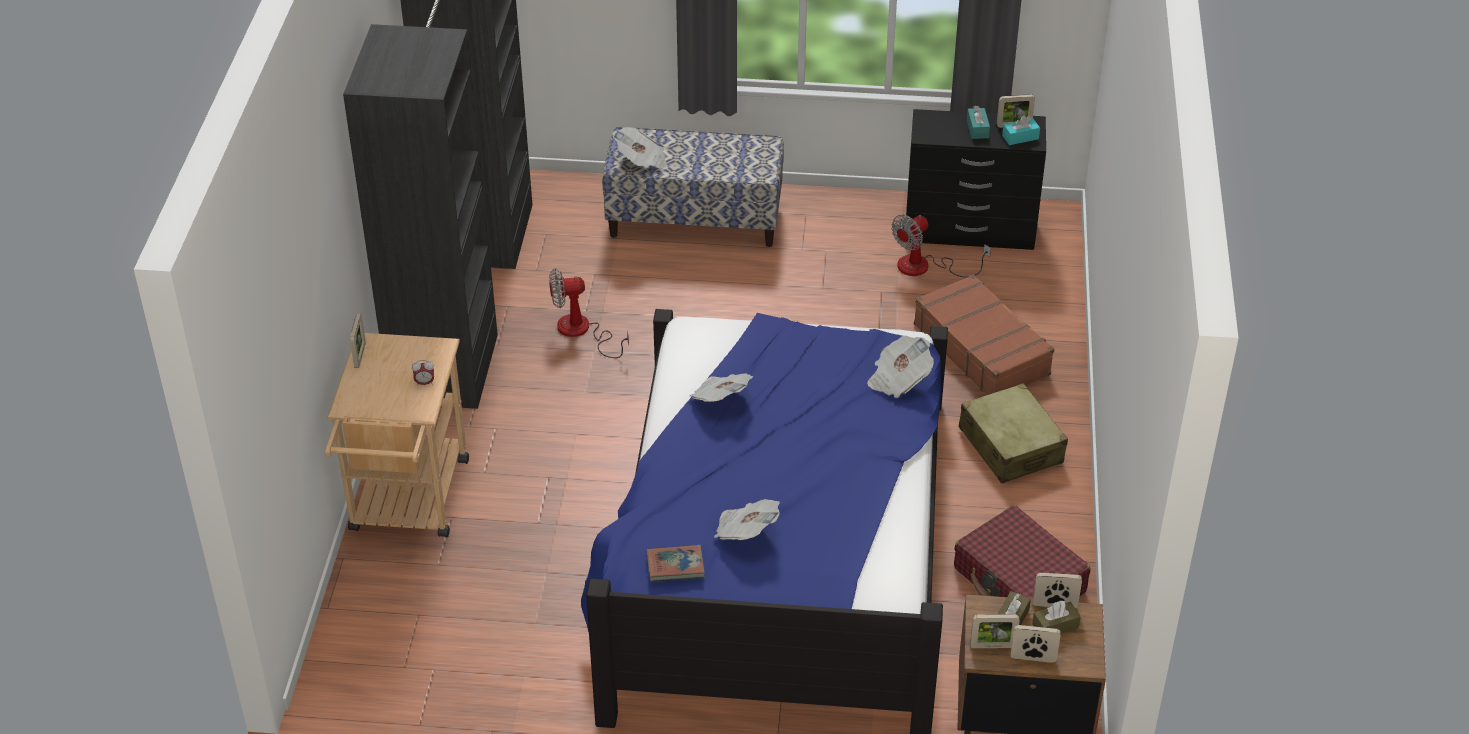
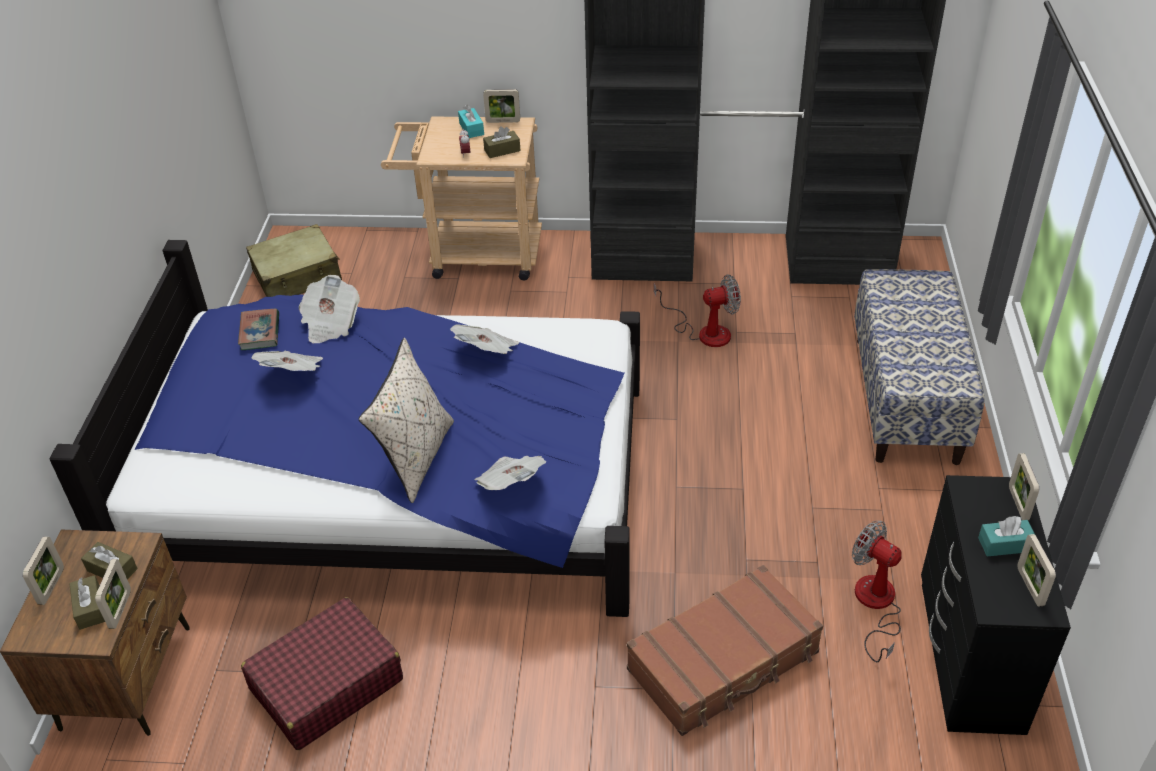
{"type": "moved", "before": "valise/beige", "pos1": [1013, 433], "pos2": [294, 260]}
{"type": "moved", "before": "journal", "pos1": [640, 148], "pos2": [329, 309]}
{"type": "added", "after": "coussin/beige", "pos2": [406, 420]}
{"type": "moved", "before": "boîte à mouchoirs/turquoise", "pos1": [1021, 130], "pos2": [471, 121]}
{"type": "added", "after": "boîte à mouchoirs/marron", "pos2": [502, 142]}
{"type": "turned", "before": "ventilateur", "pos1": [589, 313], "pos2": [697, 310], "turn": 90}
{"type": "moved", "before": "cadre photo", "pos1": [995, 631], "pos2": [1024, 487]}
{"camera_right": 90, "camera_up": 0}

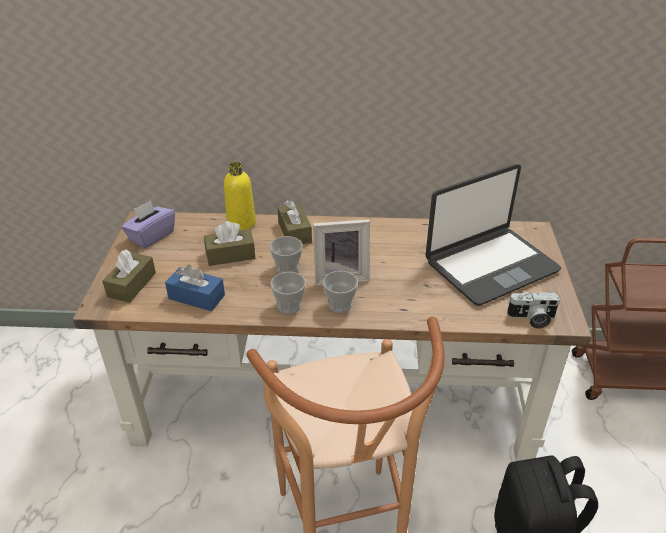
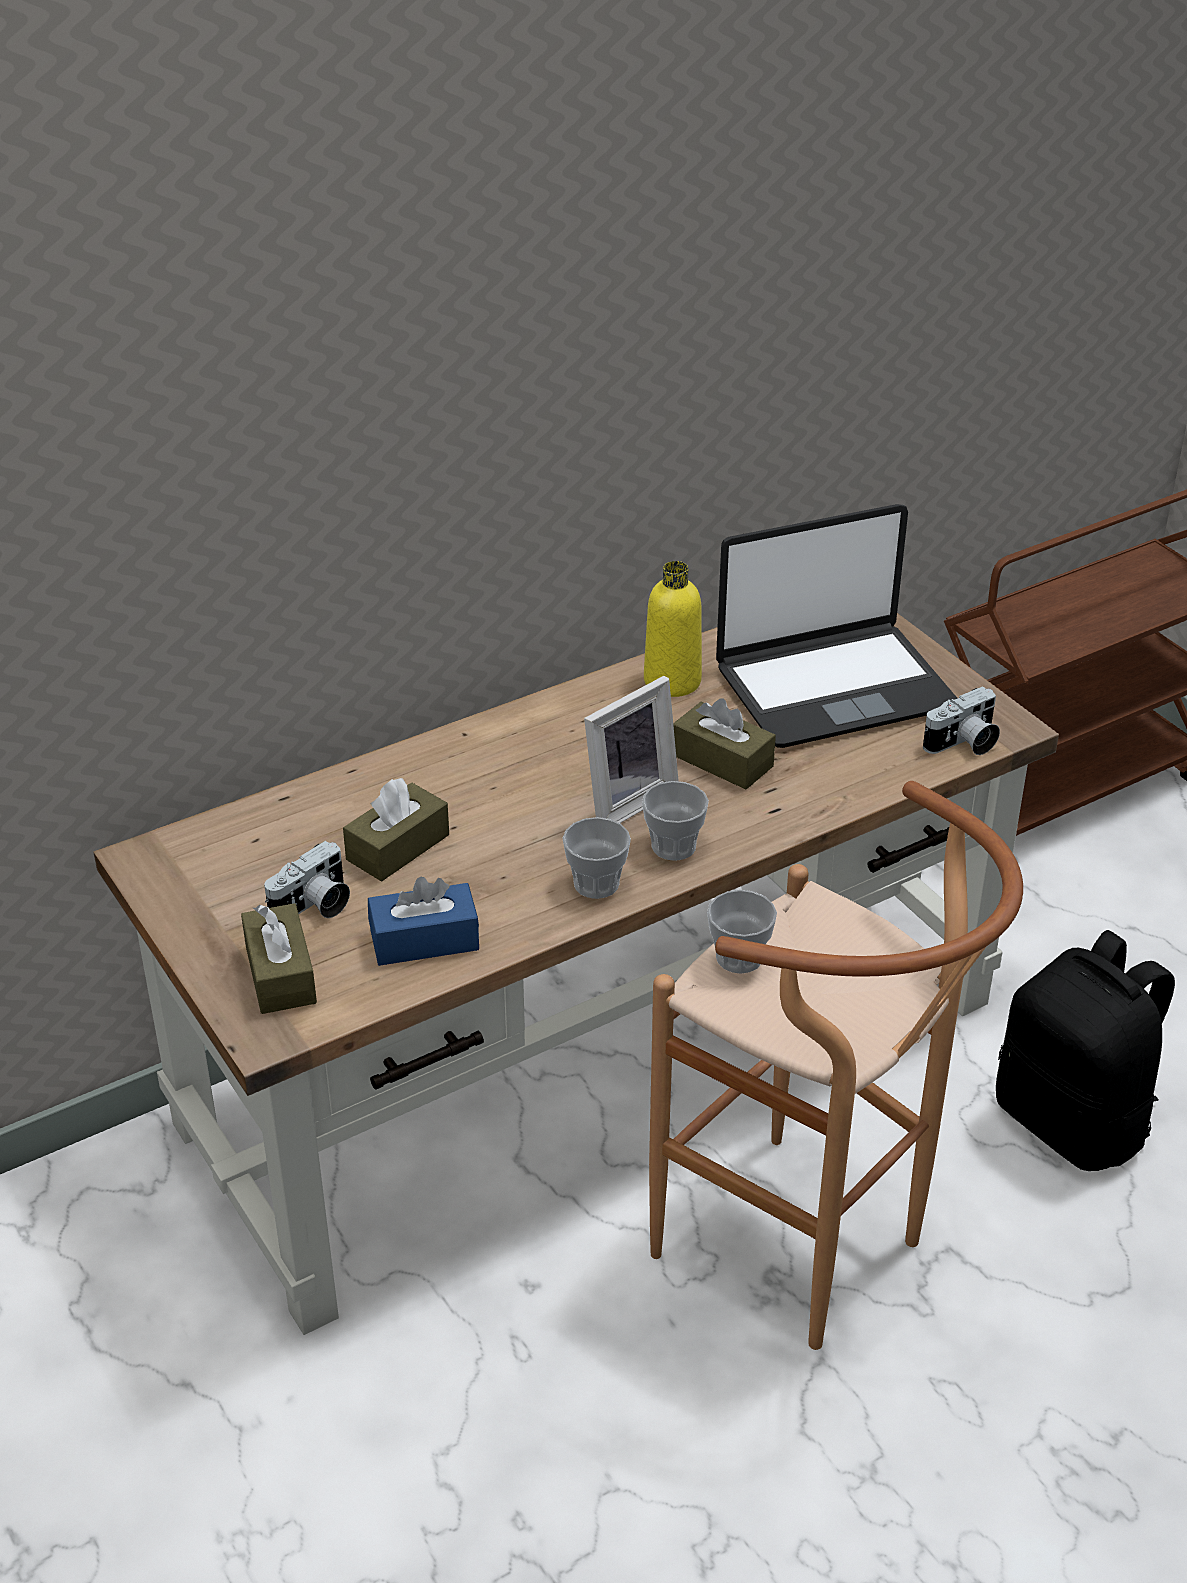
{"type": "added", "after": "appareil photo", "pos2": [307, 879]}
{"type": "moved", "before": "bouteille/jaune", "pos1": [240, 196], "pos2": [673, 629]}
{"type": "moved", "before": "boîte à mouchoirs/marron", "pos1": [294, 222], "pos2": [724, 743]}
{"type": "moved", "before": "tasse", "pos1": [286, 254], "pos2": [742, 932]}
{"type": "turned", "before": "ordinateur portable", "pos1": [493, 235], "pos2": [837, 626], "turn": 45}
{"type": "removed", "before": "boîte à mouchoirs/violet", "pos1": [148, 224]}
{"camera_right": -35, "camera_up": 0}

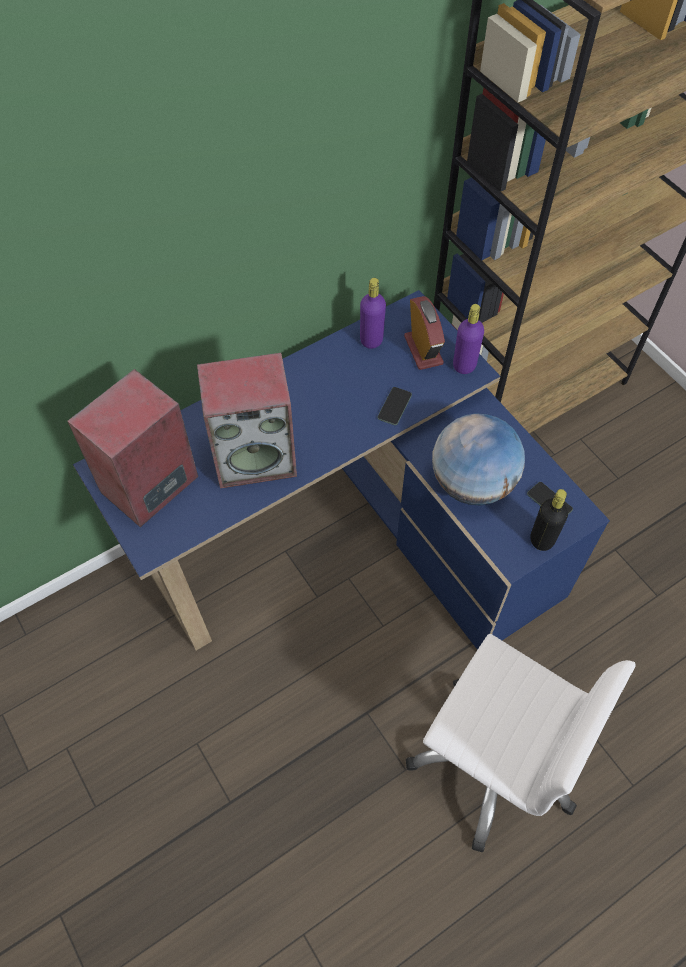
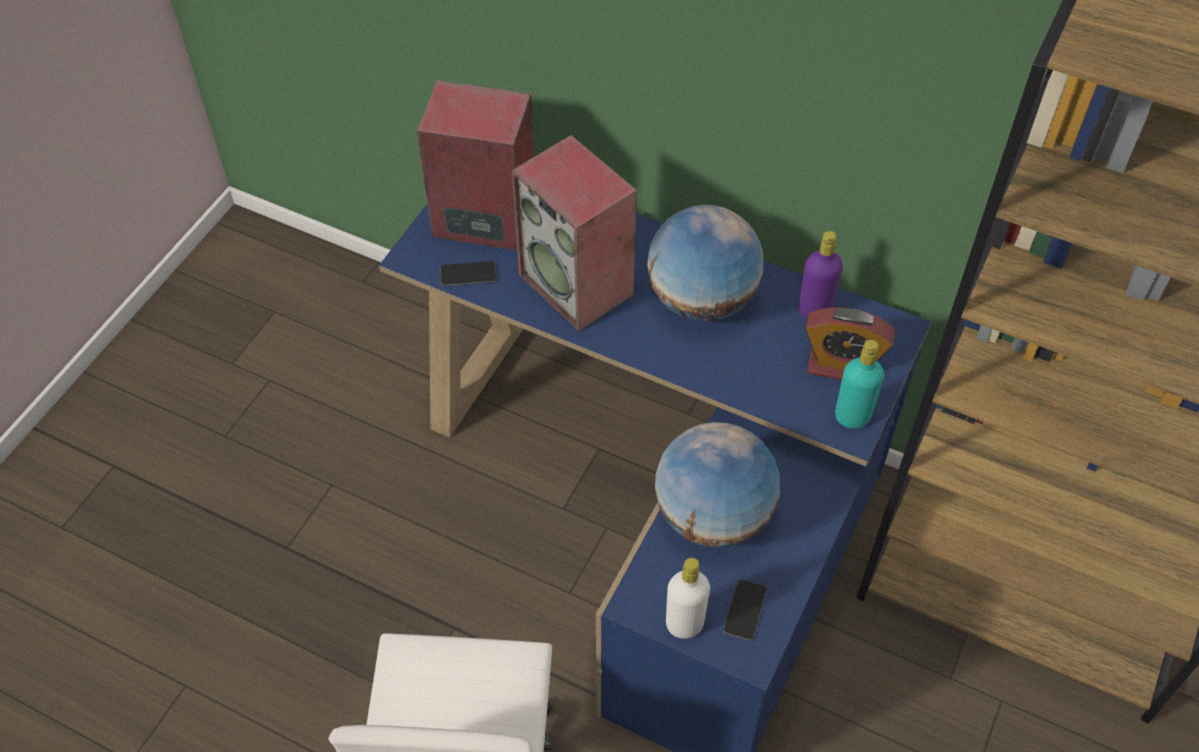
{"type": "moved", "before": "téléphone", "pos1": [394, 406], "pos2": [468, 274]}
{"type": "added", "after": "globe", "pos2": [705, 263]}
{"type": "recoloured", "before": "bouteille/noir", "after": "bouteille/blanc", "pos1": [549, 520], "pos2": [688, 598]}
{"type": "turned", "before": "réveil", "pos1": [424, 333], "pos2": [850, 343], "turn": 60}
{"type": "recoloured", "before": "bouteille/violet", "after": "bouteille/turquoise", "pos1": [468, 339], "pos2": [859, 384]}
{"camera_right": 60, "camera_up": -5}

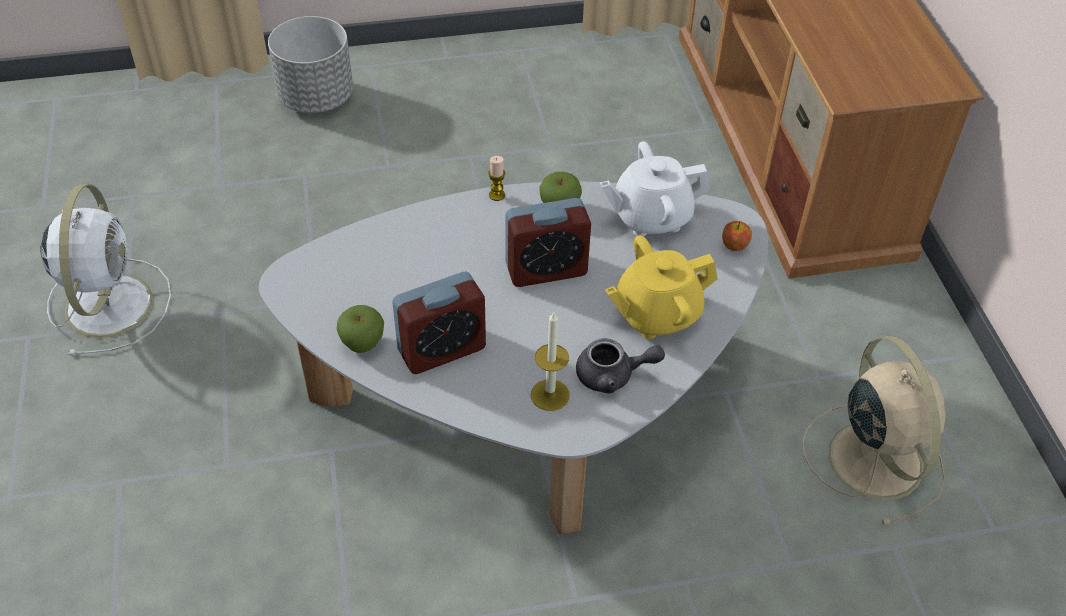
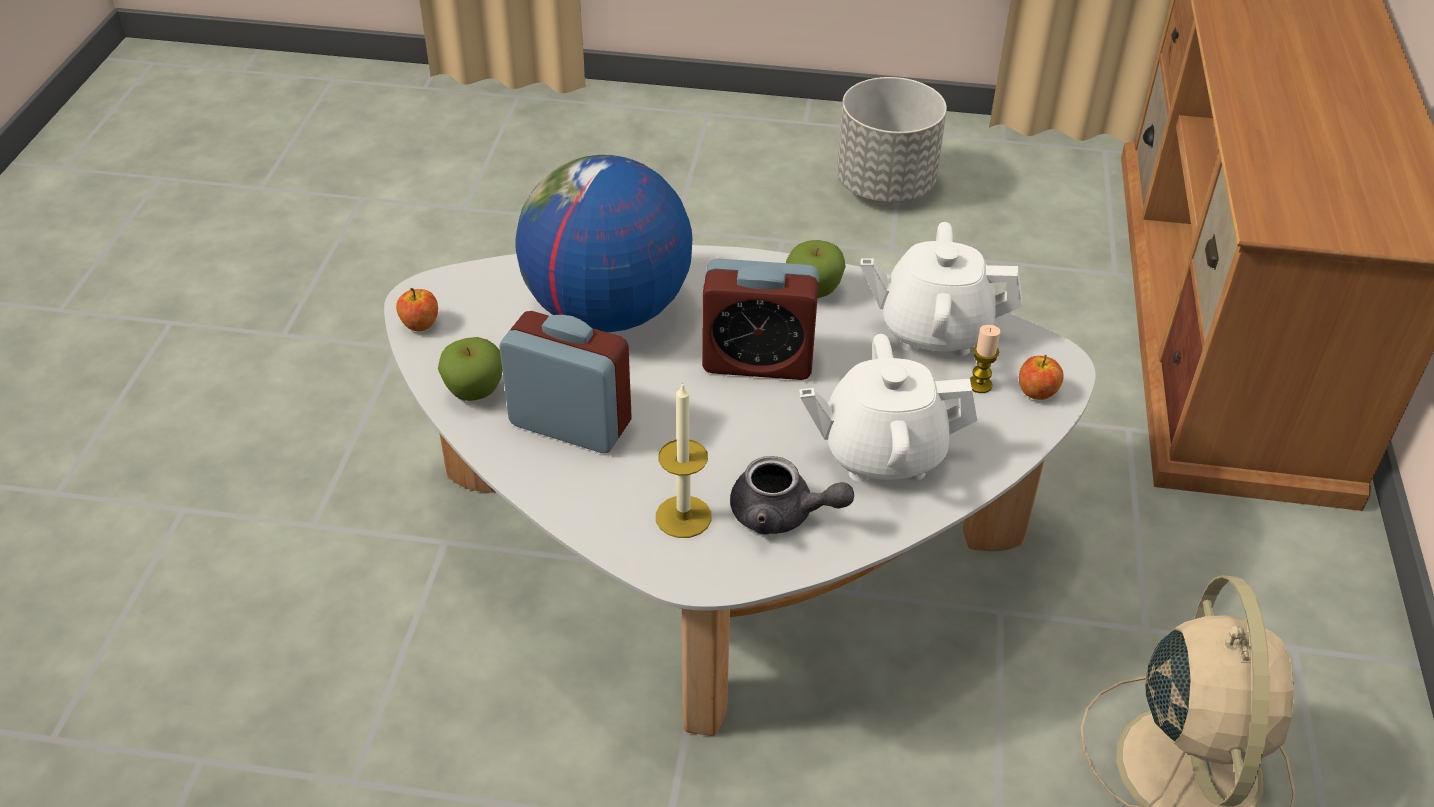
{"type": "added", "after": "pomme", "pos2": [417, 310]}
{"type": "turned", "before": "réveil", "pos1": [439, 323], "pos2": [565, 382], "turn": -150}
{"type": "added", "after": "globe", "pos2": [603, 243]}
{"type": "recoloured", "before": "théière/jaune", "after": "théière/blanc", "pos1": [661, 287], "pos2": [888, 408]}
{"type": "moved", "before": "cache-pot/gris", "pos1": [310, 64], "pos2": [892, 139]}
{"type": "moved", "before": "bougie", "pos1": [497, 178], "pos2": [985, 359]}
{"type": "removed", "before": "ventilateur/blanc", "pos1": [105, 270]}
{"camera_right": 20, "camera_up": -5}

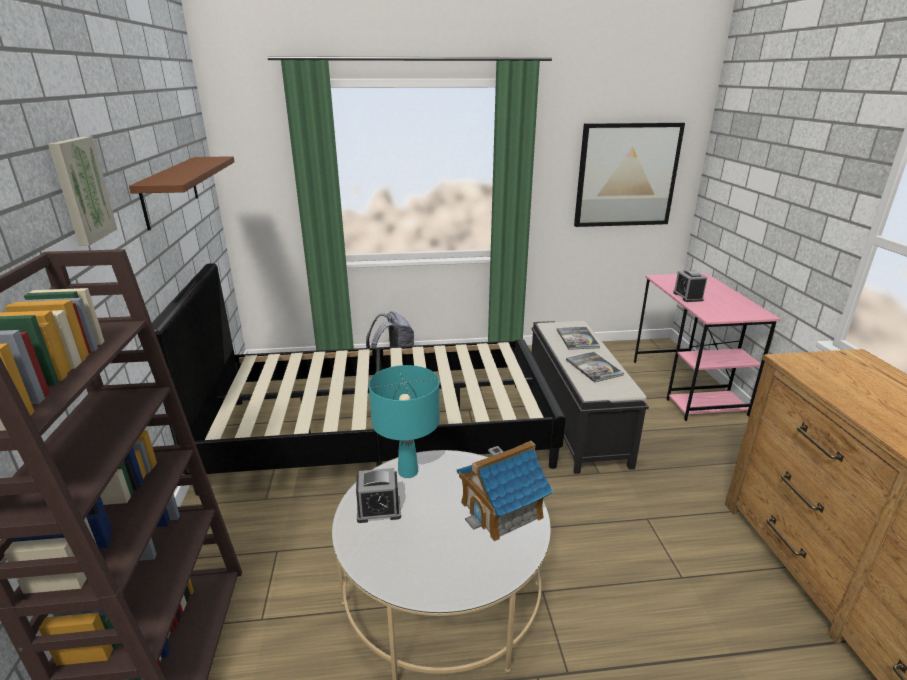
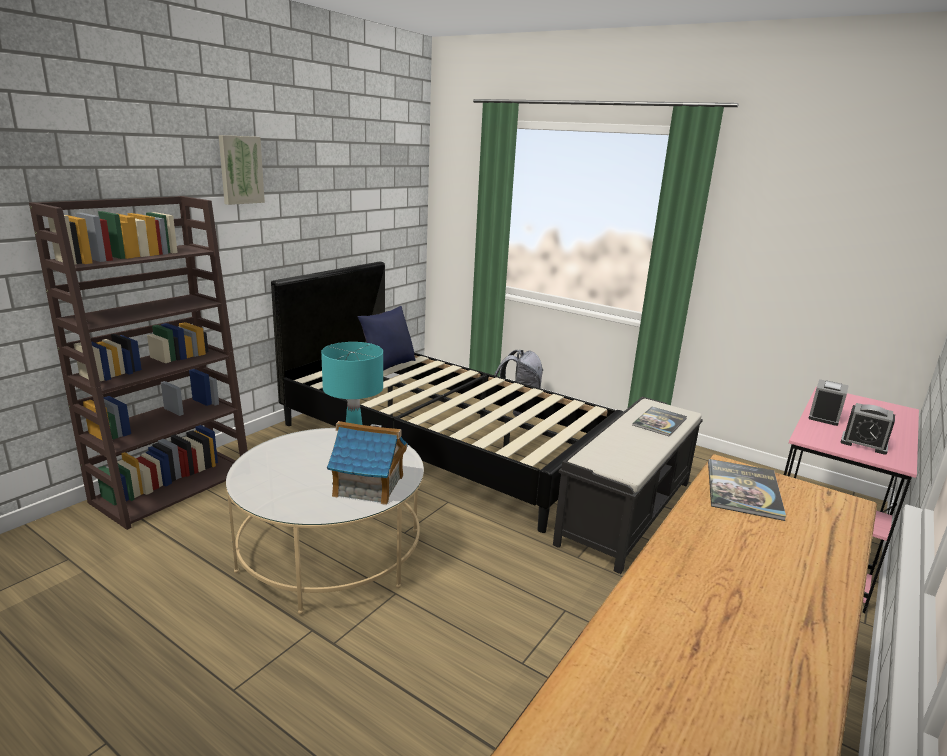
{"type": "added", "after": "coussin/bleu", "pos2": [387, 338]}
{"type": "moved", "before": "livre", "pos1": [595, 367], "pos2": [747, 490]}
{"type": "moved", "before": "réveil", "pos1": [378, 495], "pos2": [867, 429]}
{"type": "removed", "before": "étagère/marron", "pos1": [181, 193]}
{"type": "removed", "before": "tableau", "pos1": [629, 174]}
{"camera_right": 40, "camera_up": -5}

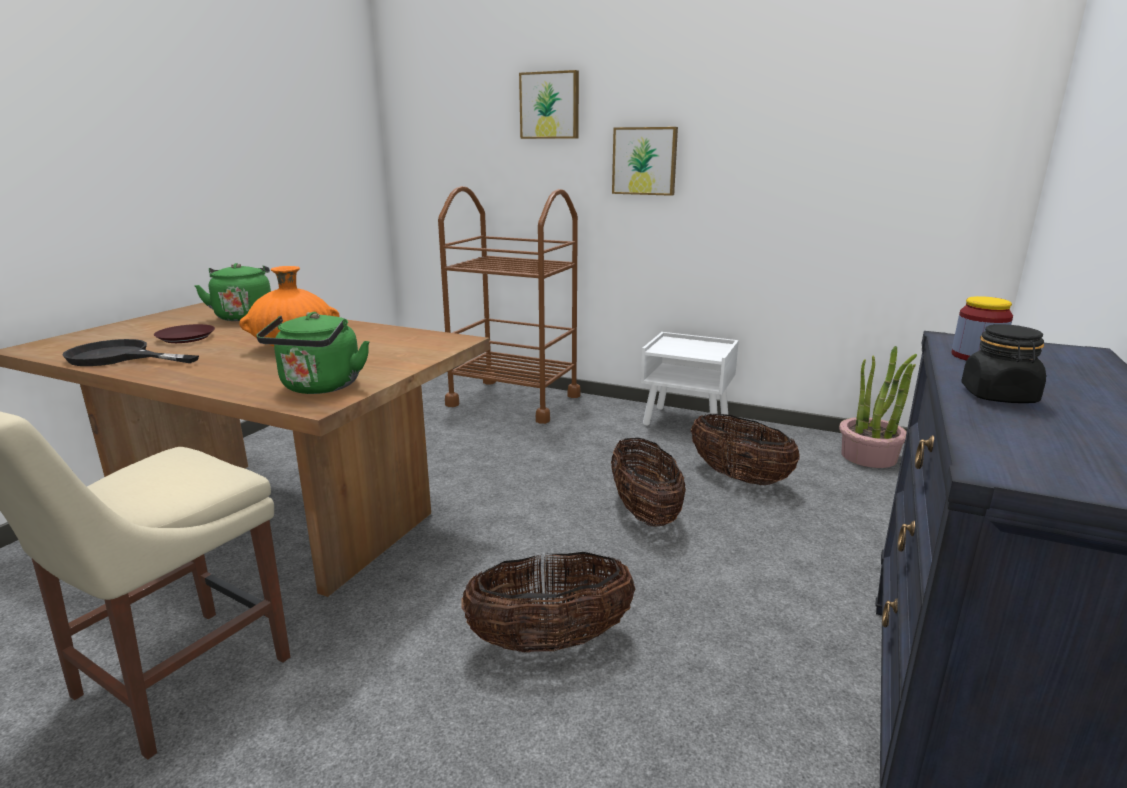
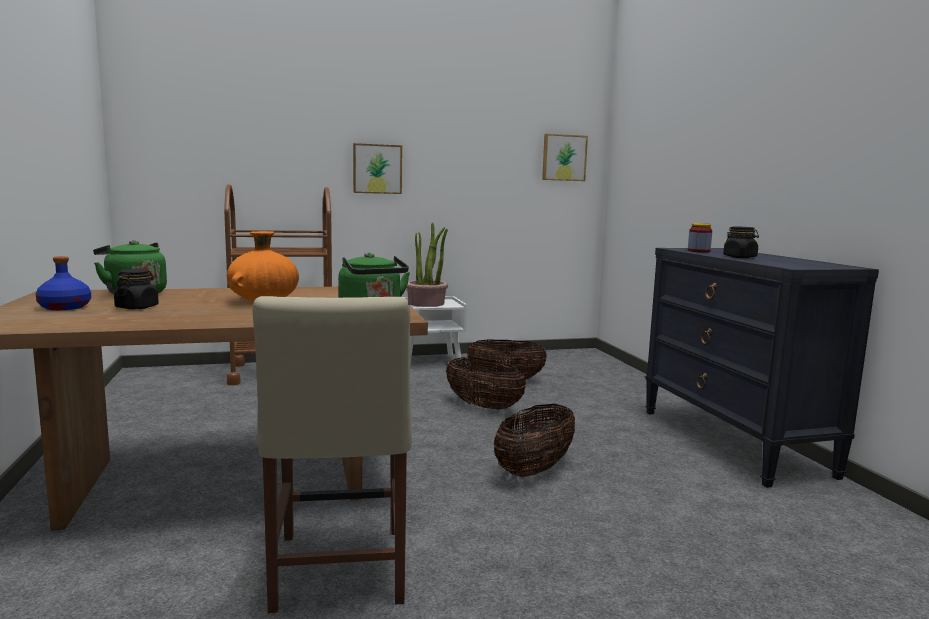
{"type": "added", "after": "bouteille/bleu", "pos2": [63, 283]}
{"type": "replaced", "before": "assiette/marron", "after": "bocal/noir", "pos1": [184, 333], "pos2": [136, 289]}
{"type": "moved", "before": "plante en pot", "pos1": [878, 407], "pos2": [427, 264]}
{"type": "moved", "before": "tableau", "pos1": [549, 104], "pos2": [565, 157]}
{"type": "removed", "before": "poêle/noir", "pos1": [130, 352]}
{"camera_right": -40, "camera_up": -10}

